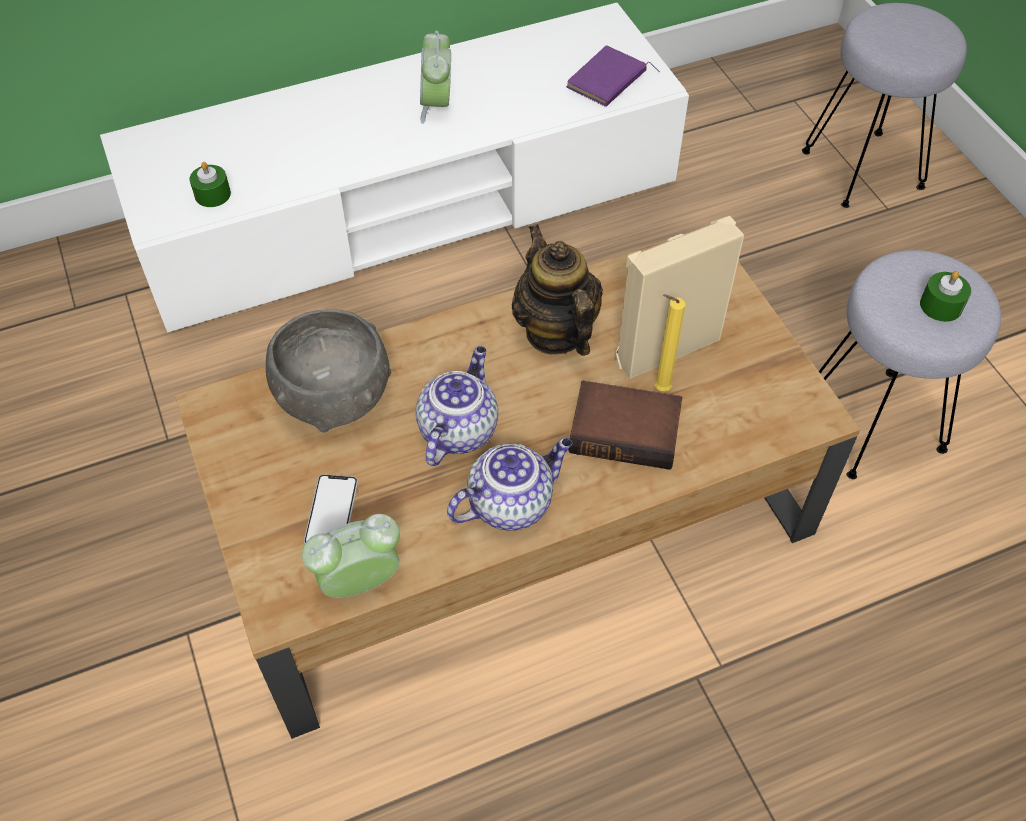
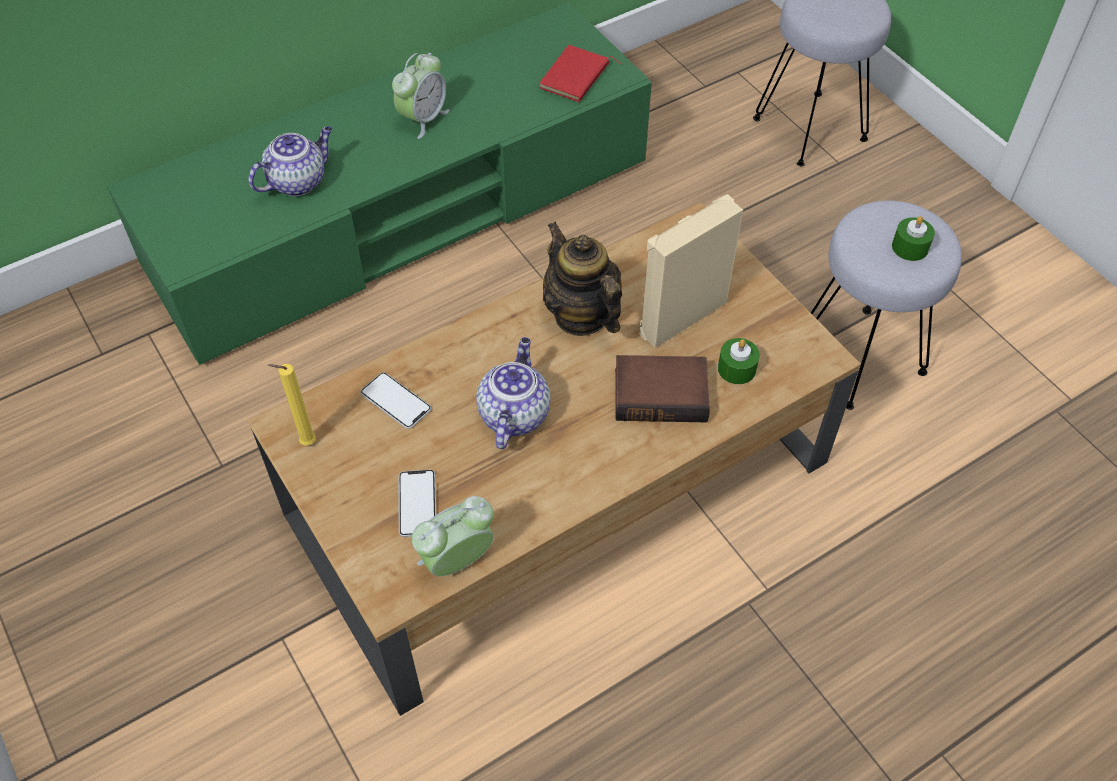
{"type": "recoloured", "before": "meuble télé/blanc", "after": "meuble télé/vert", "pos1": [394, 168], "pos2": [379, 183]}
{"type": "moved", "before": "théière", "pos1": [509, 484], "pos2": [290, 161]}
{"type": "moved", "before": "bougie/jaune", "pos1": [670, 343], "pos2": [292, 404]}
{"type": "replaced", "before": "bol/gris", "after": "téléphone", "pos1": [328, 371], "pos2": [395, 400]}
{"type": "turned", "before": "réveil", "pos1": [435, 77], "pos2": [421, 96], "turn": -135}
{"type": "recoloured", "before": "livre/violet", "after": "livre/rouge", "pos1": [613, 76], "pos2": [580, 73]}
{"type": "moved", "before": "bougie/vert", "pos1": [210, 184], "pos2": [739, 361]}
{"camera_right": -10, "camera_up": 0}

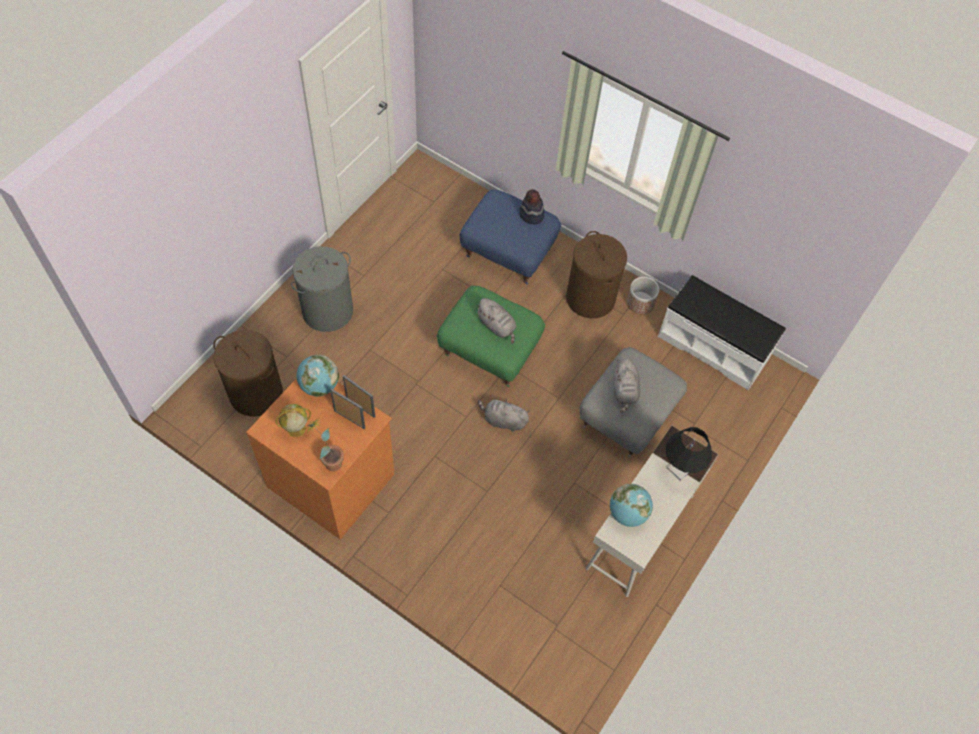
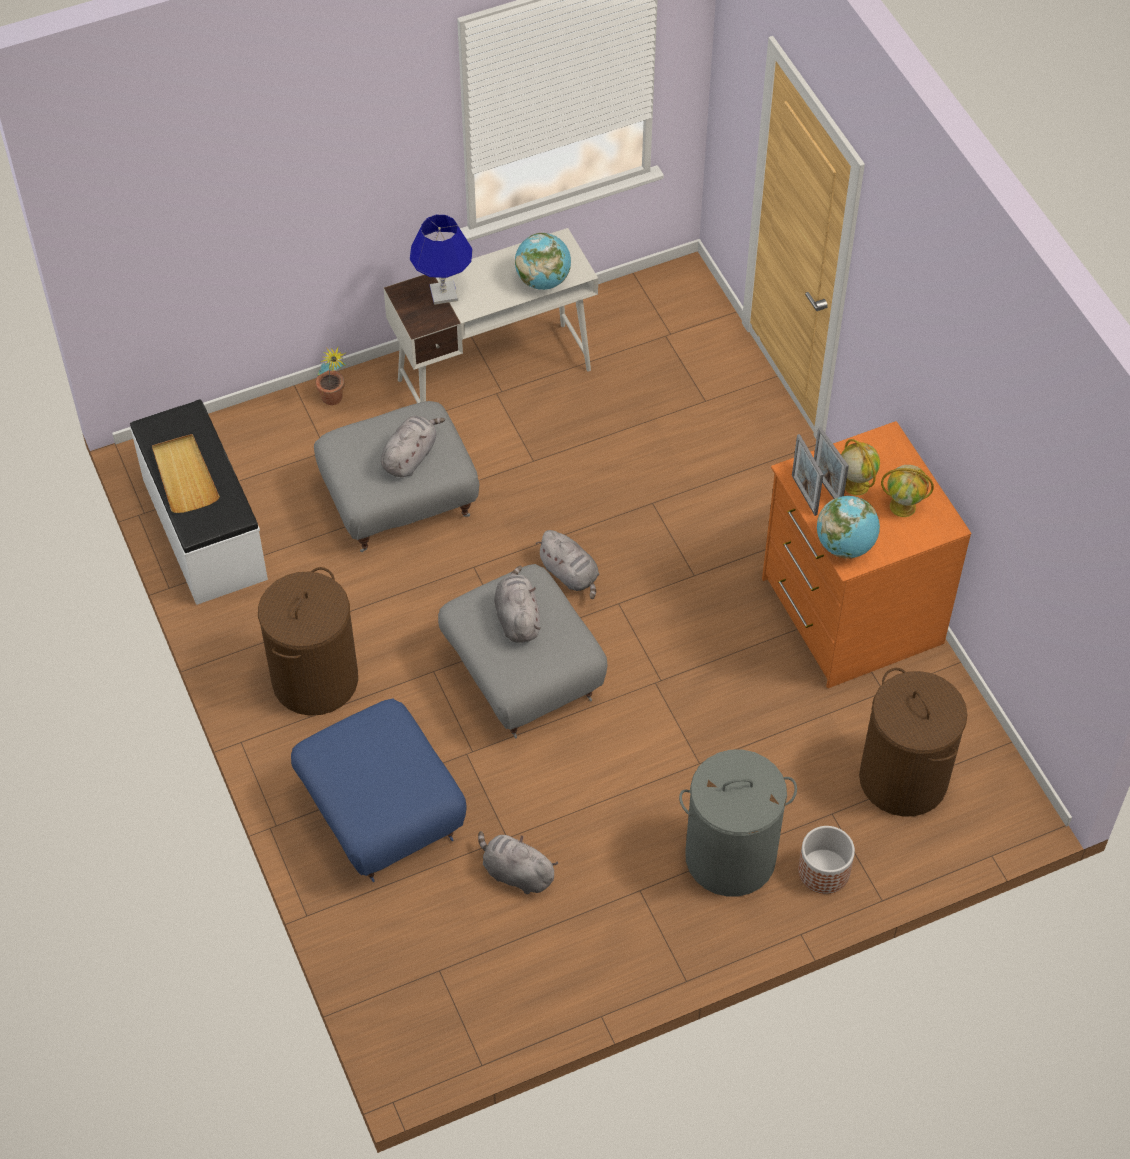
{"type": "added", "after": "plateau/beige", "pos2": [186, 473]}
{"type": "moved", "before": "plante en pot", "pos1": [325, 444], "pos2": [331, 376]}
{"type": "recoloured", "before": "lampe de table/noir", "after": "lampe de table/bleu", "pos1": [689, 454], "pos2": [441, 260]}
{"type": "recoloured", "before": "pouf/vert", "after": "pouf/gris", "pos1": [491, 336], "pos2": [522, 651]}
{"type": "added", "after": "peluche/gris", "pos2": [518, 862]}
{"type": "moved", "before": "cache-pot", "pos1": [643, 295], "pos2": [826, 860]}
{"type": "added", "after": "globe", "pos2": [860, 467]}
{"type": "removed", "before": "chapeau", "pos1": [531, 206]}
{"camera_right": -145, "camera_up": -5}

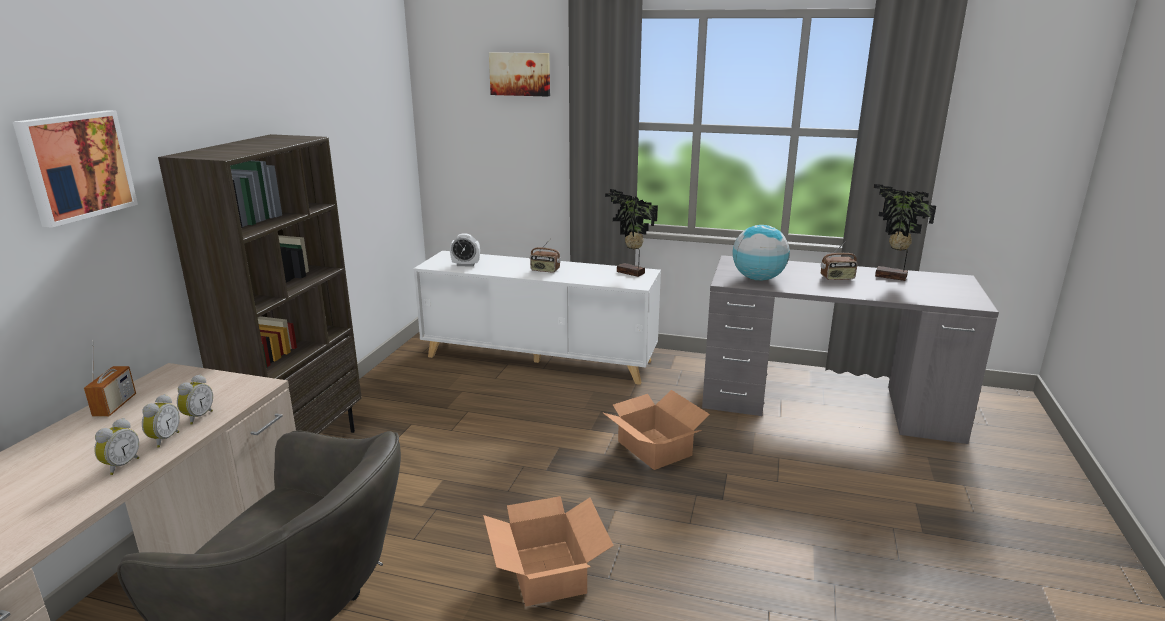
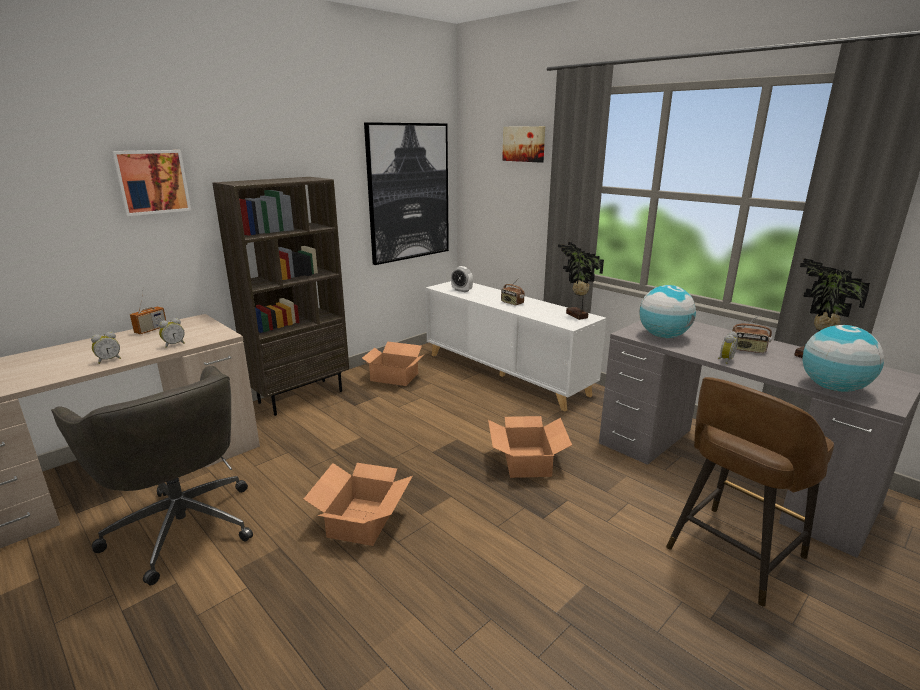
{"type": "added", "after": "carton", "pos2": [393, 363]}
{"type": "added", "after": "tableau", "pos2": [406, 193]}
{"type": "added", "after": "tabouret/marron", "pos2": [750, 492]}
{"type": "moved", "before": "réveil", "pos1": [161, 421], "pos2": [728, 347]}
{"type": "added", "after": "globe", "pos2": [843, 358]}
{"camera_right": 30, "camera_up": 0}

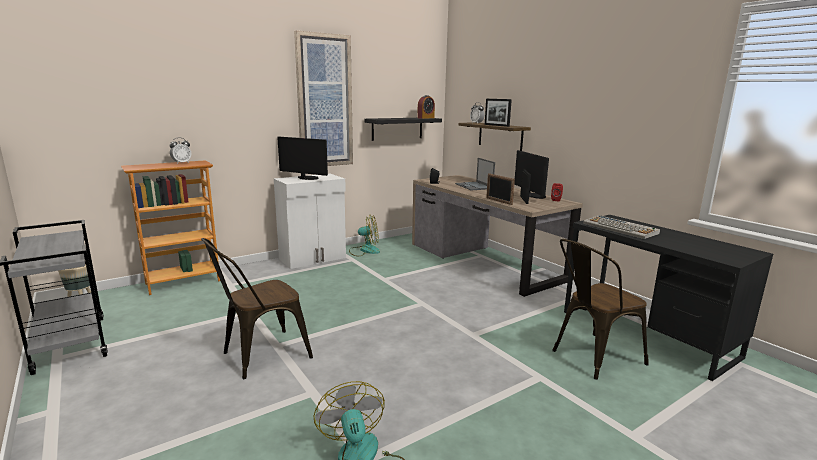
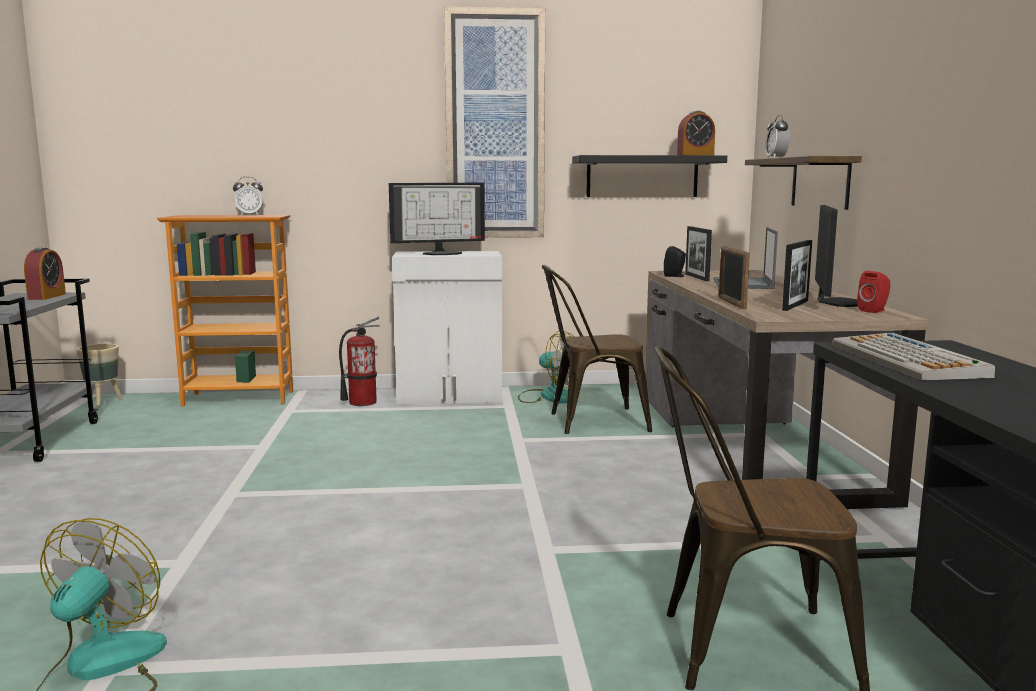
{"type": "added", "after": "réveil", "pos2": [45, 273]}
{"type": "added", "after": "extincteur", "pos2": [359, 361]}
{"type": "turned", "before": "écran d'ordinateur", "pos1": [302, 158], "pos2": [437, 219], "turn": 105}
{"type": "moved", "before": "chaise/marron", "pos1": [257, 308], "pos2": [597, 349]}
{"type": "moved", "before": "cadre photo", "pos1": [498, 113], "pos2": [698, 253]}
{"camera_right": 30, "camera_up": -5}

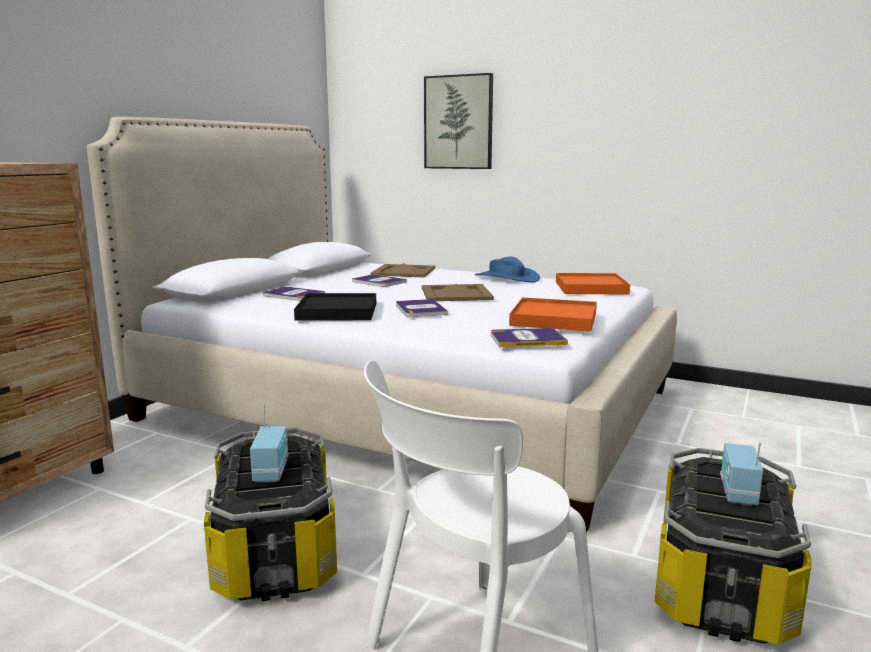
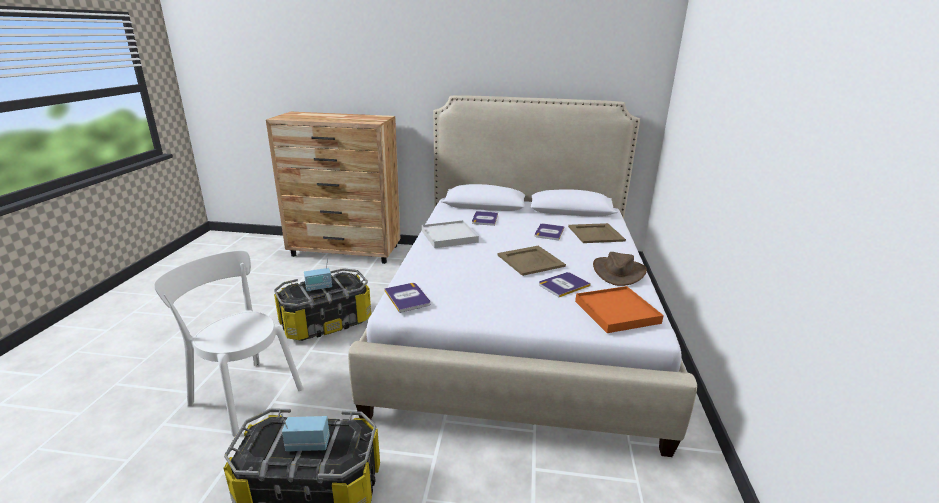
{"type": "recoloured", "before": "plateau/noir", "after": "plateau/blanc", "pos1": [335, 307], "pos2": [450, 234]}
{"type": "moved", "before": "livre", "pos1": [422, 308], "pos2": [565, 284]}
{"type": "recoloured", "before": "chapeau/bleu", "after": "chapeau/marron", "pos1": [507, 269], "pos2": [620, 269]}
{"type": "removed", "before": "tableau", "pos1": [458, 121]}
{"type": "removed", "before": "plateau/orange", "pos1": [553, 314]}
{"camera_right": 70, "camera_up": 10}

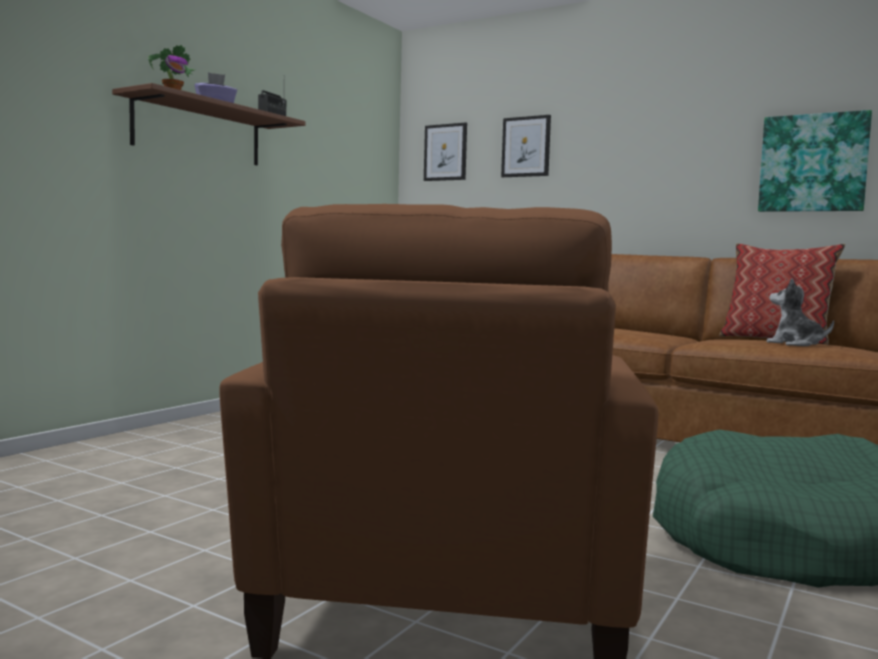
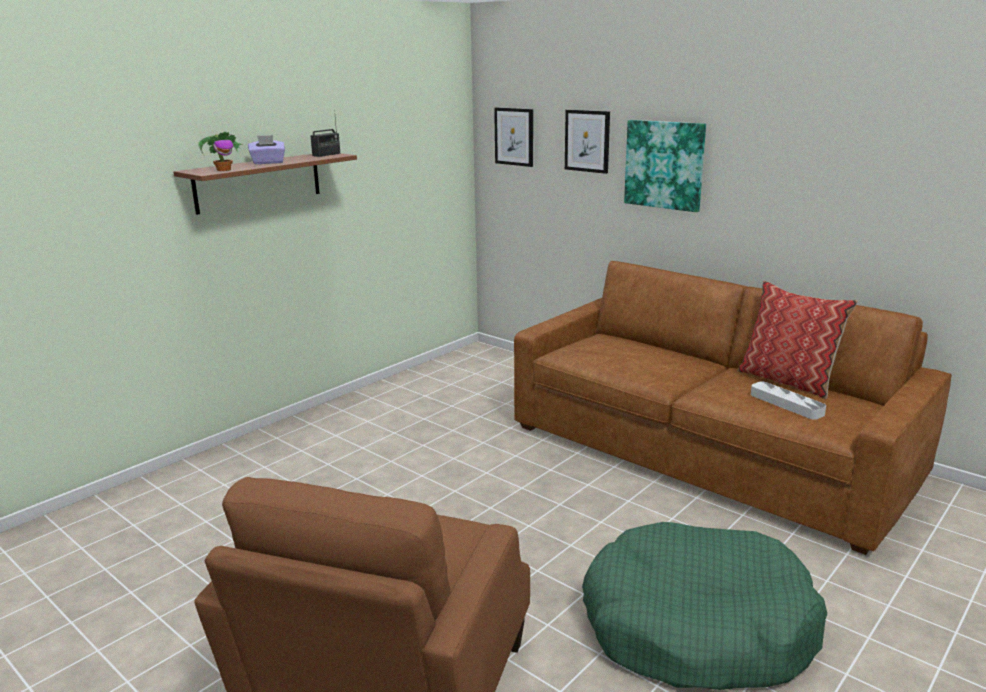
{"type": "moved", "before": "tableau", "pos1": [815, 161], "pos2": [665, 166]}
{"type": "replaced", "before": "peluche", "after": "plateau/gris", "pos1": [800, 312], "pos2": [788, 400]}
{"camera_right": 10, "camera_up": 15}

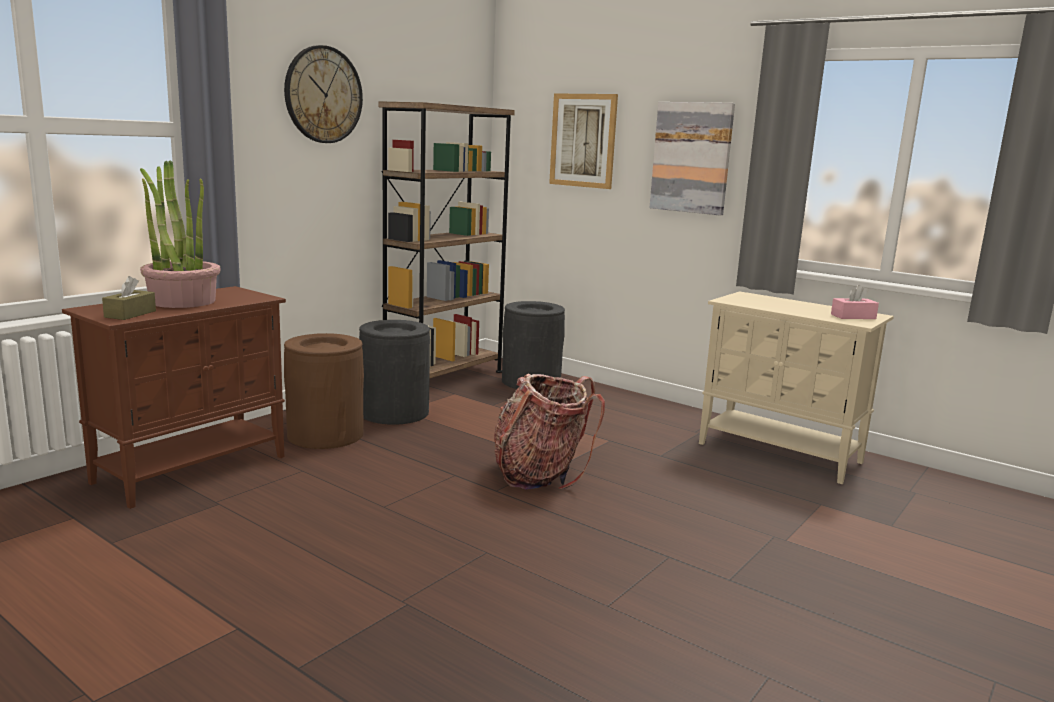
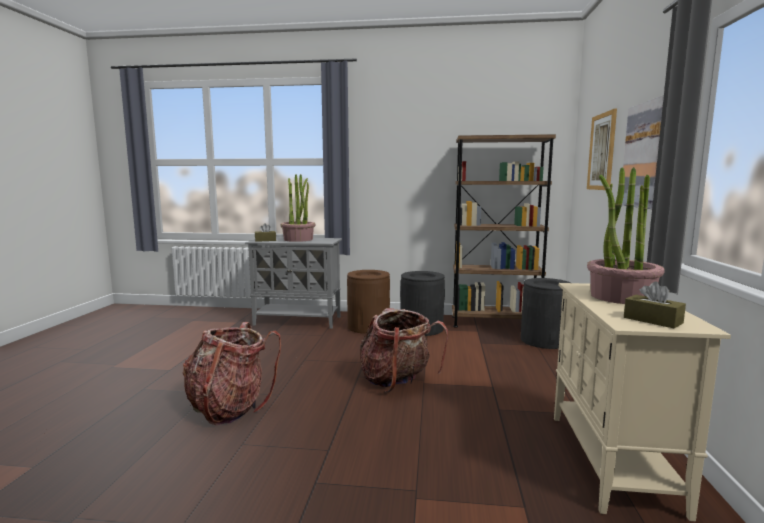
{"type": "added", "after": "sac à dos", "pos2": [232, 374]}
{"type": "recoloured", "before": "meuble de rangement/marron", "after": "meuble de rangement/gris", "pos1": [174, 397], "pos2": [293, 283]}
{"type": "added", "after": "plante en pot", "pos2": [626, 235]}
{"type": "recoloured", "before": "boîte à mouchoirs/rose", "after": "boîte à mouchoirs/marron", "pos1": [855, 302], "pos2": [655, 305]}
{"type": "removed", "before": "horloge murale", "pos1": [323, 94]}
{"camera_right": 60, "camera_up": -5}

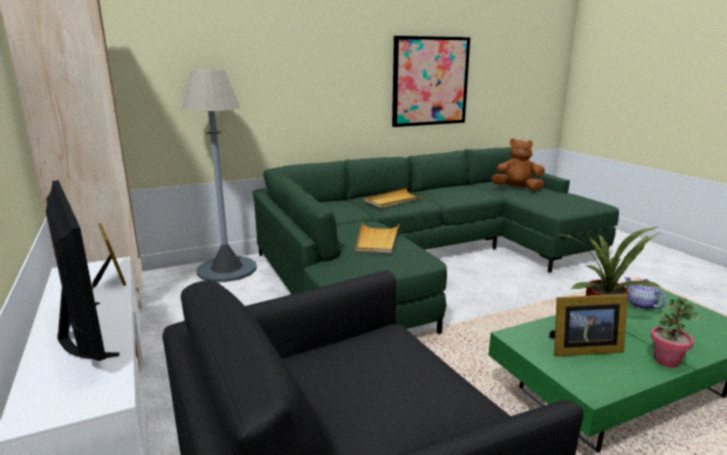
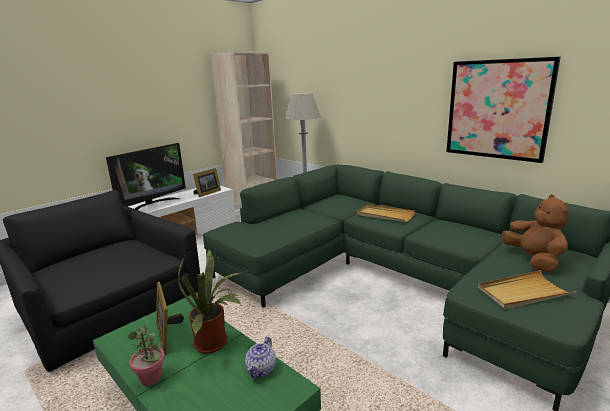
{"type": "turned", "before": "théière", "pos1": [645, 293], "pos2": [260, 357], "turn": 150}
{"type": "moved", "before": "plateau/beige", "pos1": [377, 238], "pos2": [527, 289]}
{"camera_right": 70, "camera_up": 0}

